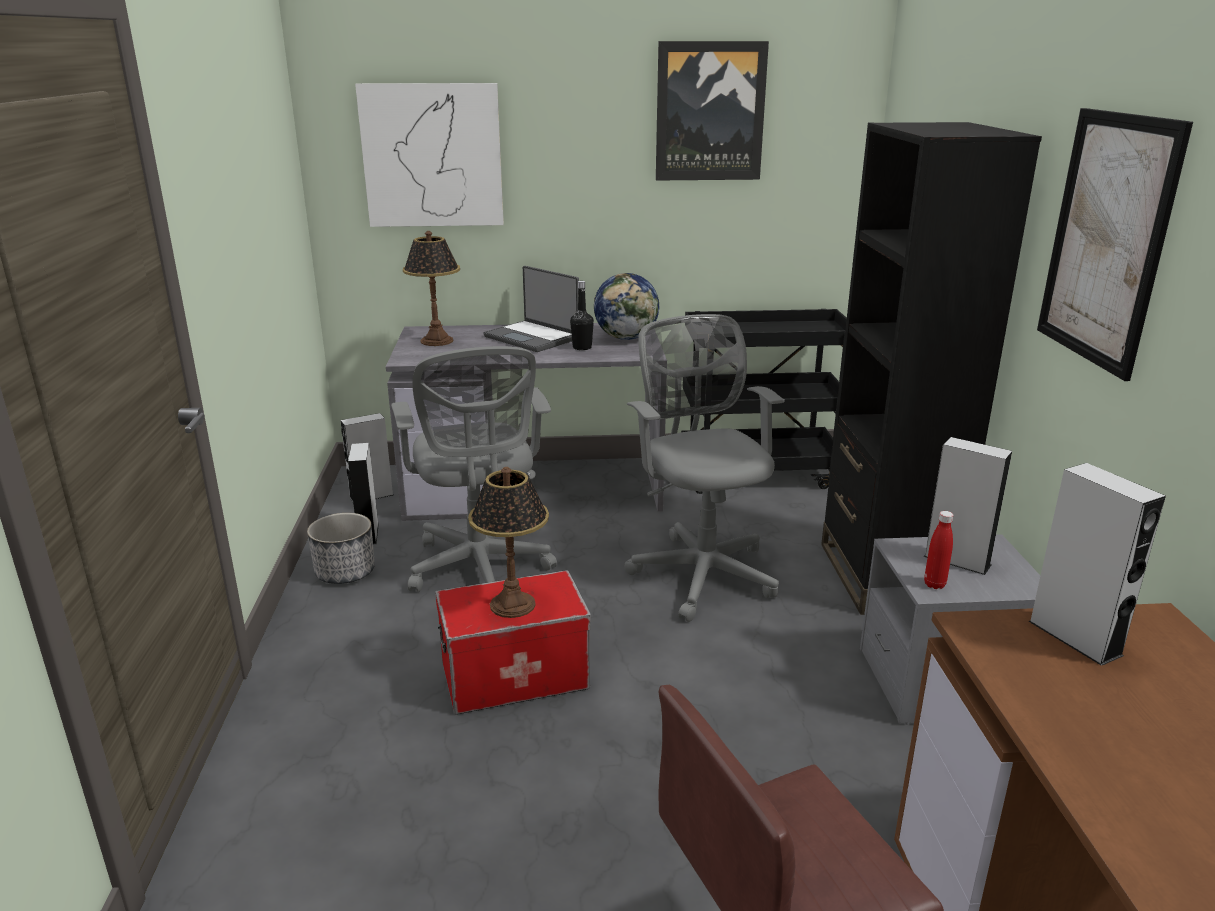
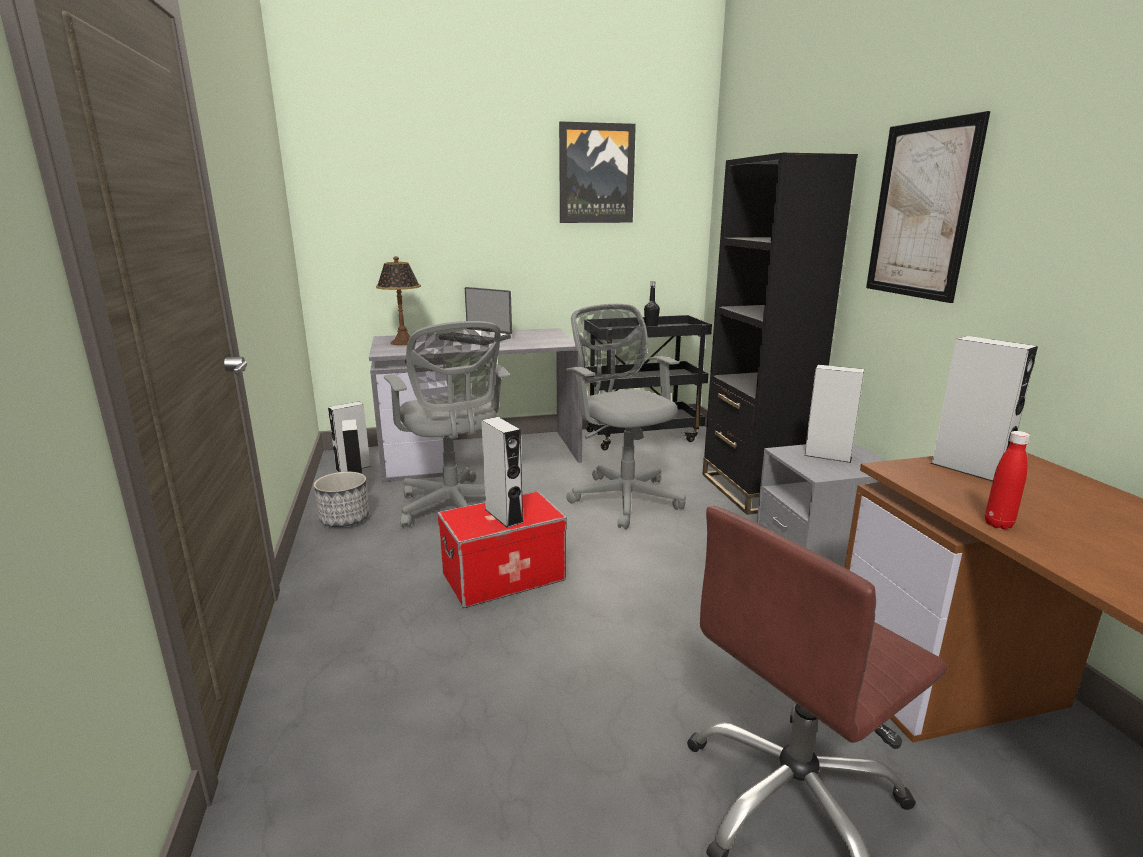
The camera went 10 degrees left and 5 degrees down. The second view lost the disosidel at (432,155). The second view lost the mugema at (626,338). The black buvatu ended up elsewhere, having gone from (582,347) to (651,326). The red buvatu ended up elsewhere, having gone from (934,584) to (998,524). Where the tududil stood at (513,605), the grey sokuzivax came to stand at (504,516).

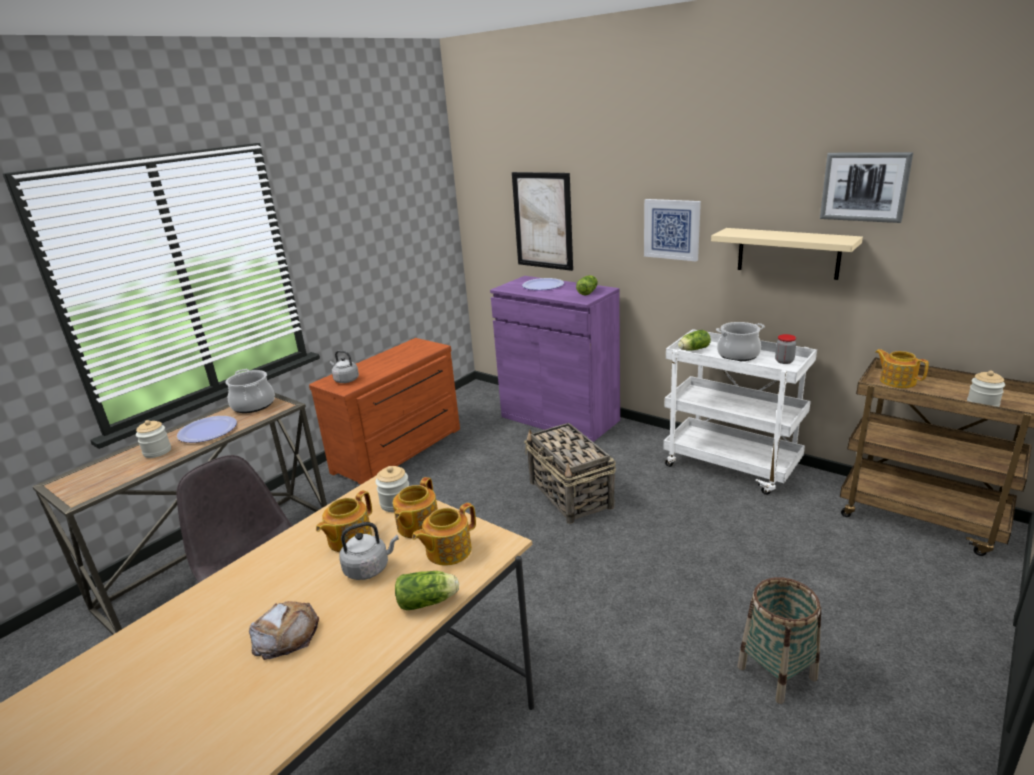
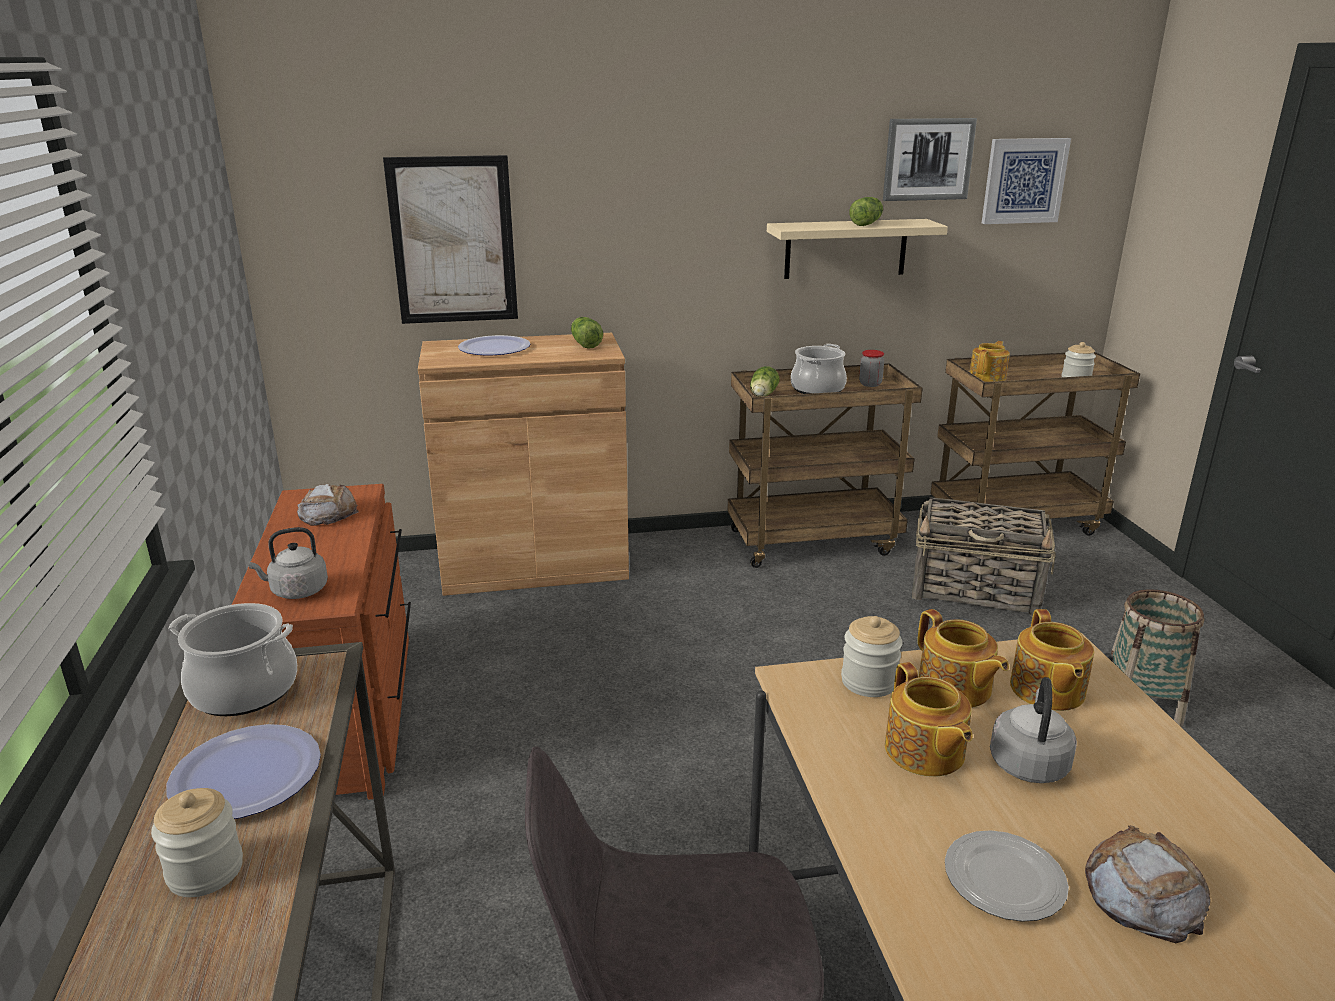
The camera went 50 degrees left and 0 degrees up. The second view gained the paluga at (328,513). The second view gained the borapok at (1005,880). The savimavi ended up elsewhere, having gone from (429,601) to (867,223). The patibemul ended up elsewhere, having gone from (571,495) to (976,590). The disosidel ended up elsewhere, having gone from (672,229) to (1024,181). What was the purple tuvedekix at (559,418) turned into the brown tuvedekix at (534,565). What was the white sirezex at (732,466) turned into the brown sirezex at (813,541). The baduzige at (897,381) ended up facing another way, 120 degrees clockwise from before.

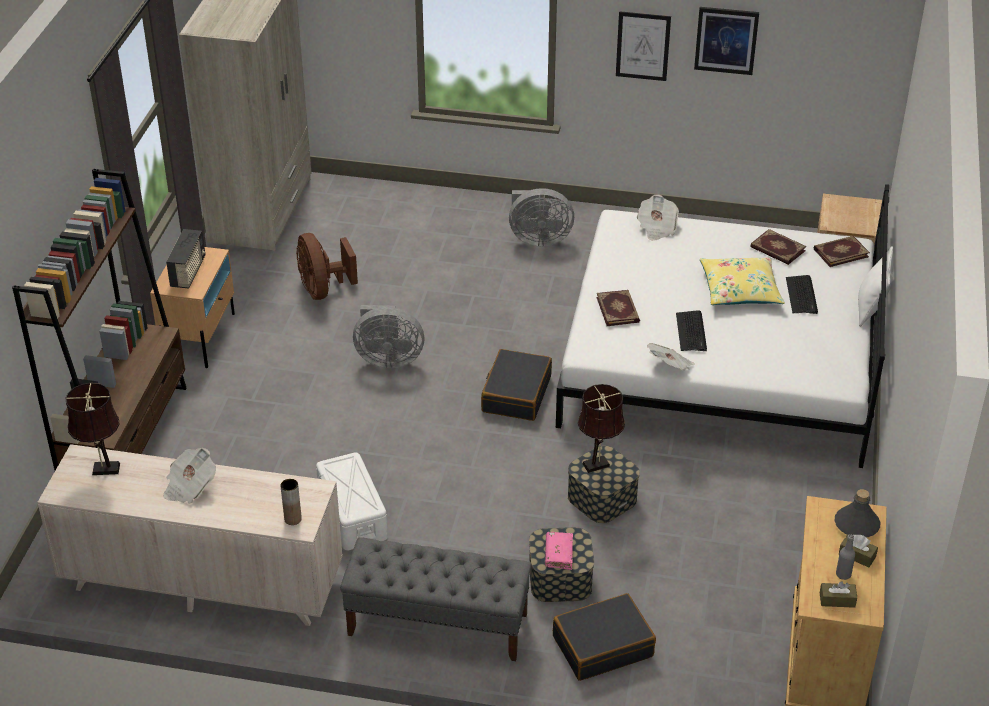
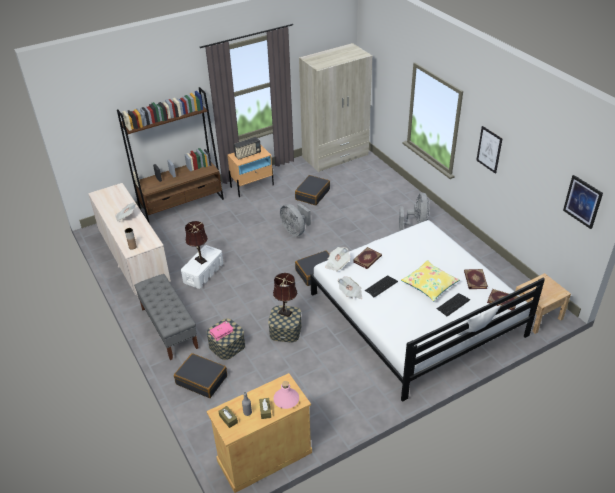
The camera went 50 degrees right and 0 degrees up. The brown tududil ended up elsewhere, having gone from (103,469) to (200,259). The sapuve ended up elsewhere, having gone from (657,228) to (337,264). The disosidel ended up elsewhere, having gone from (726,40) to (582,201). Where the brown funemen stood at (323,289), the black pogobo came to stand at (312,194). What was the grey buvatu at (856,525) turned into the pink buvatu at (286,400). The grey funemen at (538,239) ended up facing another way, 135 degrees counterclockwise from before.

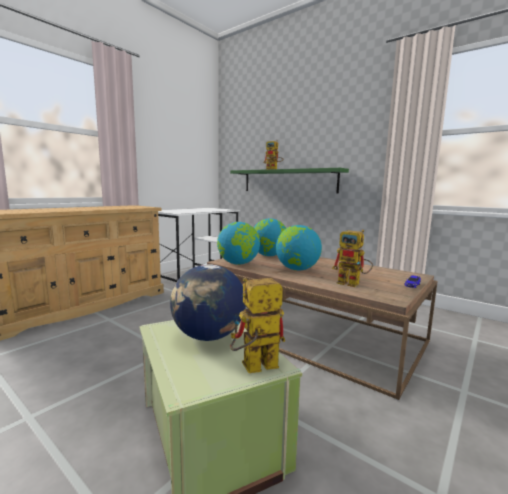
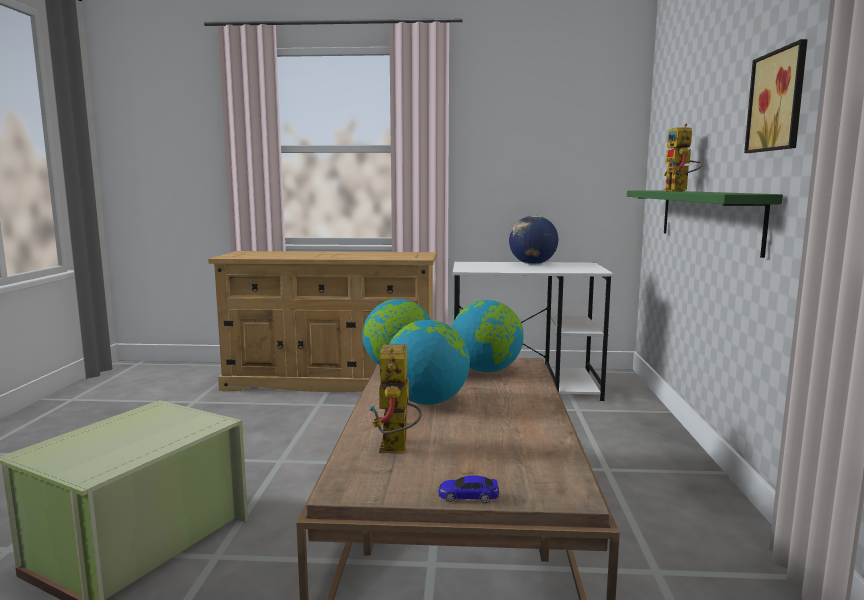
The camera went 55 degrees right and 0 degrees up. The second view lost the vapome at (253,369). The second view gained the disosidel at (780,101). The mugema ended up elsewhere, having gone from (208,336) to (532,264).

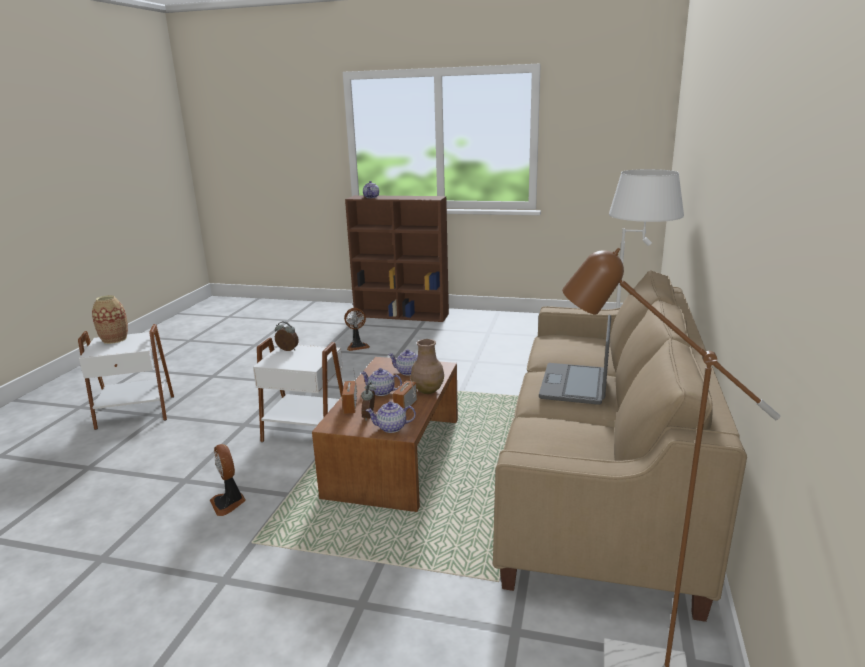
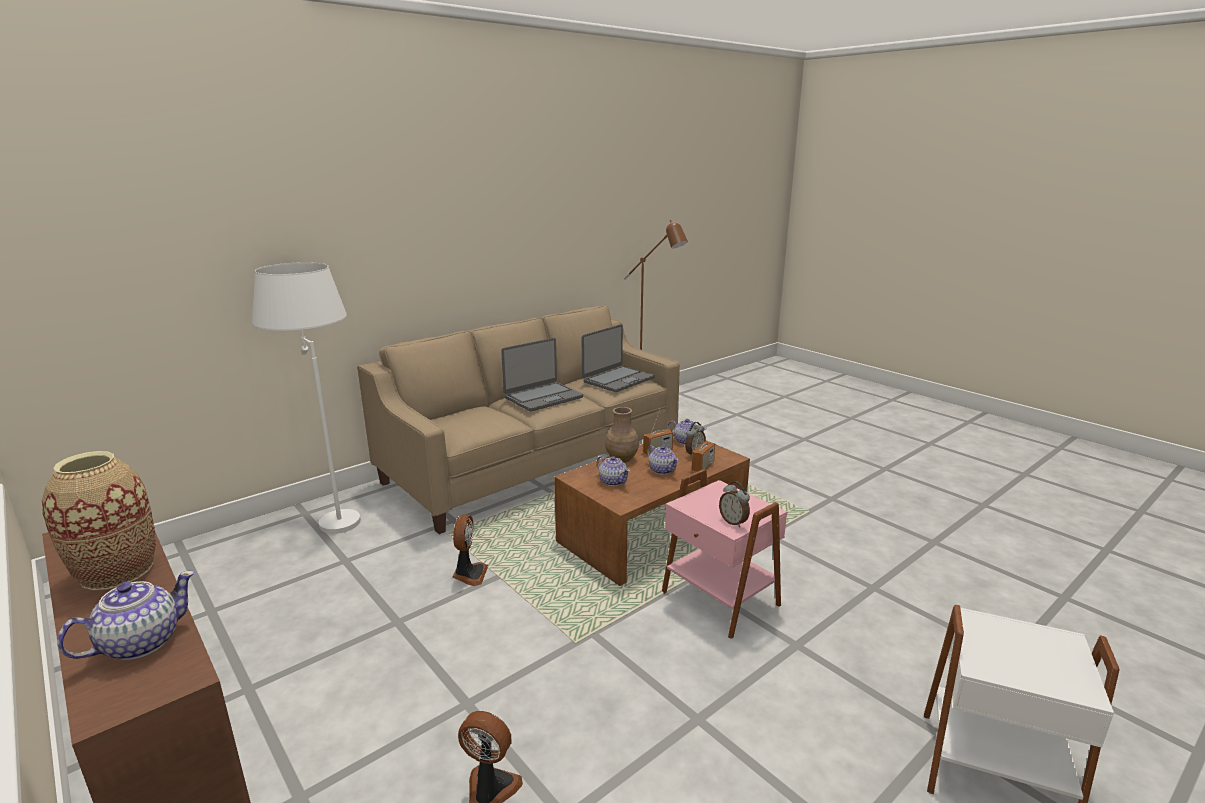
The camera went 145 degrees left and 0 degrees up. The second view gained the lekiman at (617,380). The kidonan ended up elsewhere, having gone from (114,339) to (117,571). The funemen ended up elsewhere, having gone from (229,503) to (469,574). What was the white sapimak at (306,429) turned into the pink sapimak at (719,599).

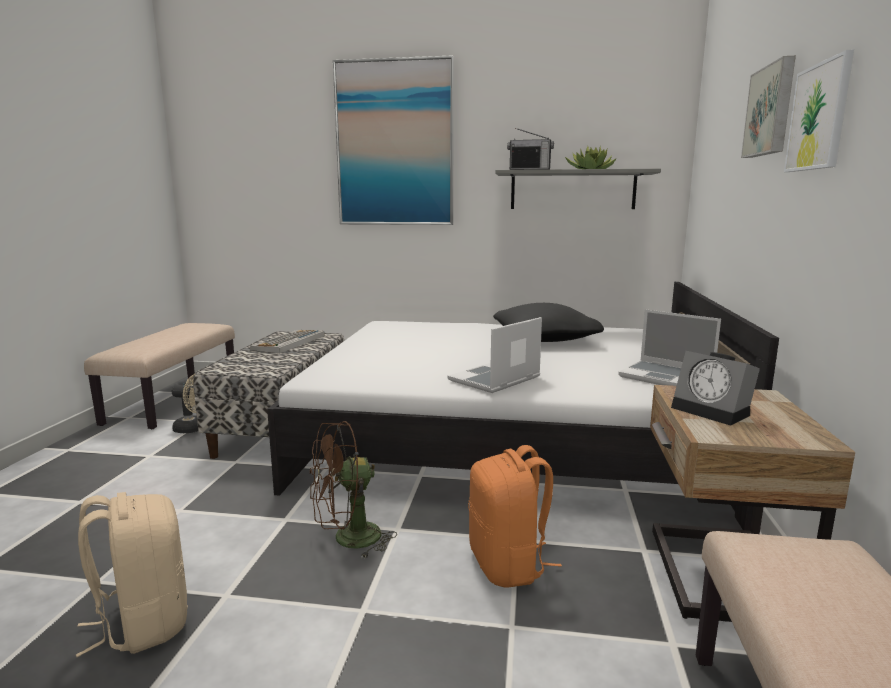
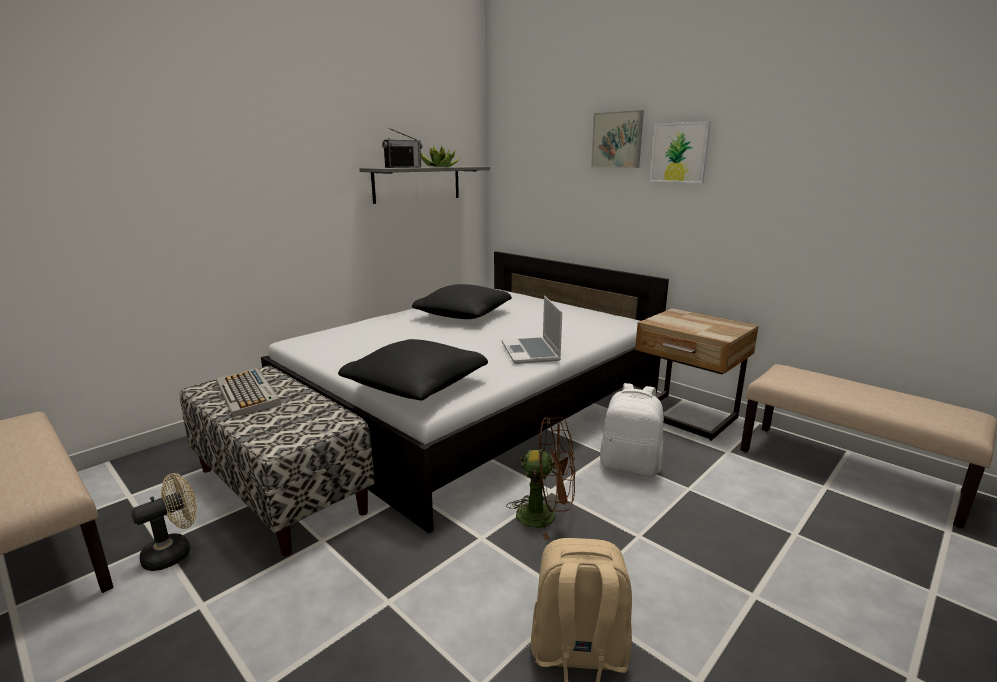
The camera went 55 degrees left and 5 degrees up. The second view lost the disosidel at (394,144). The second view lost the lekiman at (667,377). The second view lost the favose at (714,411). The second view gained the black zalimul at (416,385). What was the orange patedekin at (508,565) turned into the white patedekin at (630,466). The brown funemen at (348,540) ended up facing another way, 90 degrees counterclockwise from before.

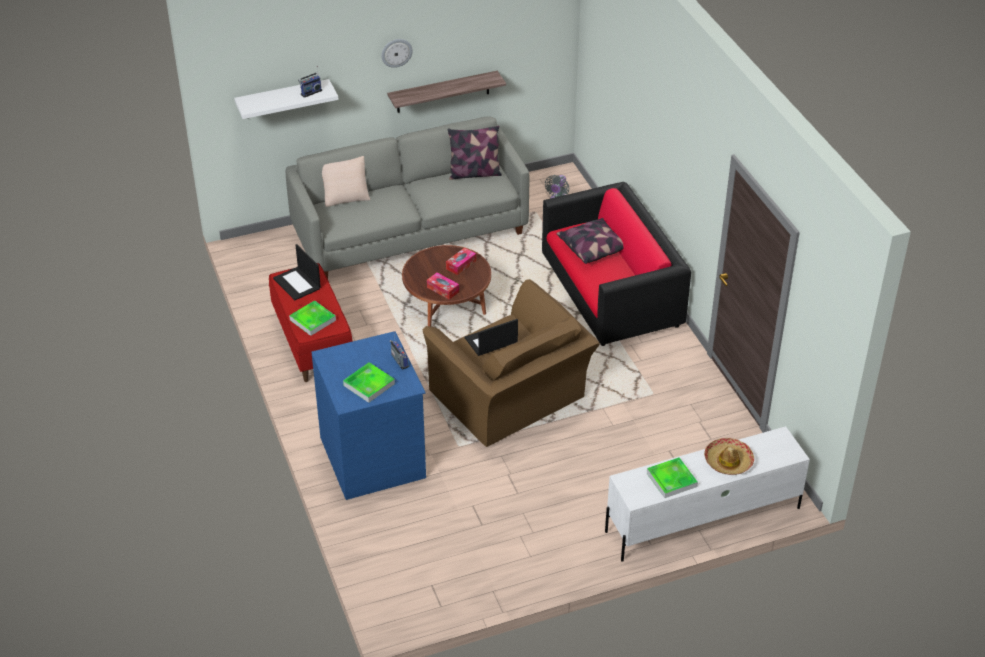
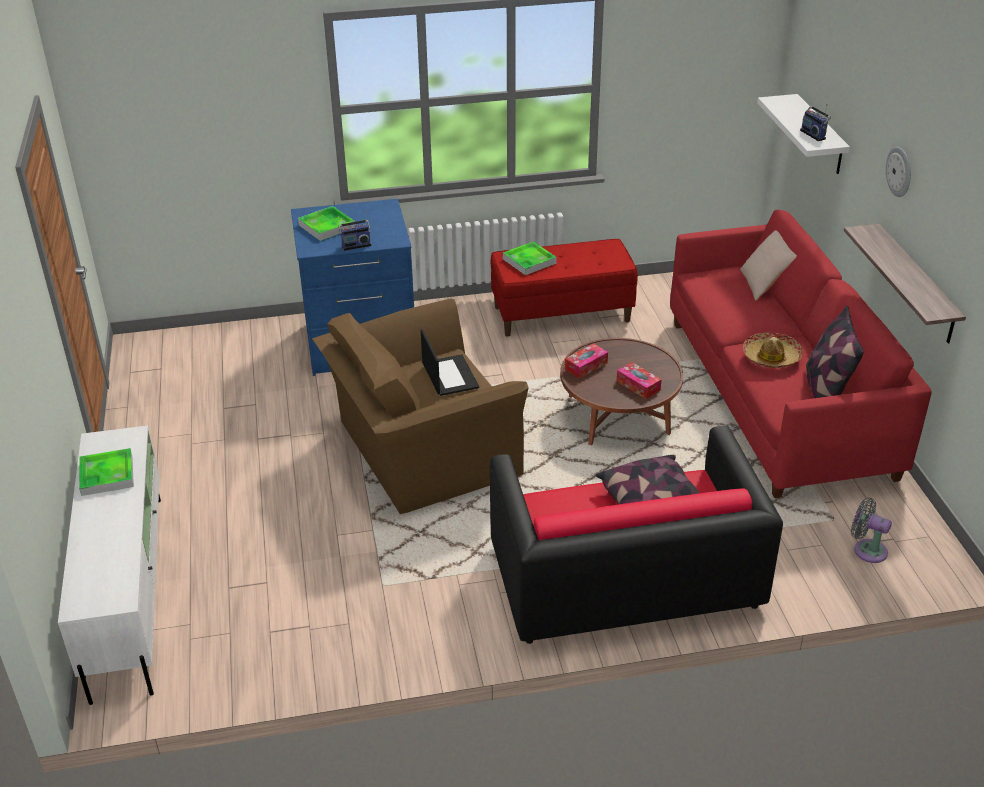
The camera went 100 degrees right and 5 degrees down. The second view lost the lekiman at (297,283). The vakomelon ended up elsewhere, having gone from (728,461) to (771,357). What was the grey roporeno at (410,231) turned into the red roporeno at (777,396).

